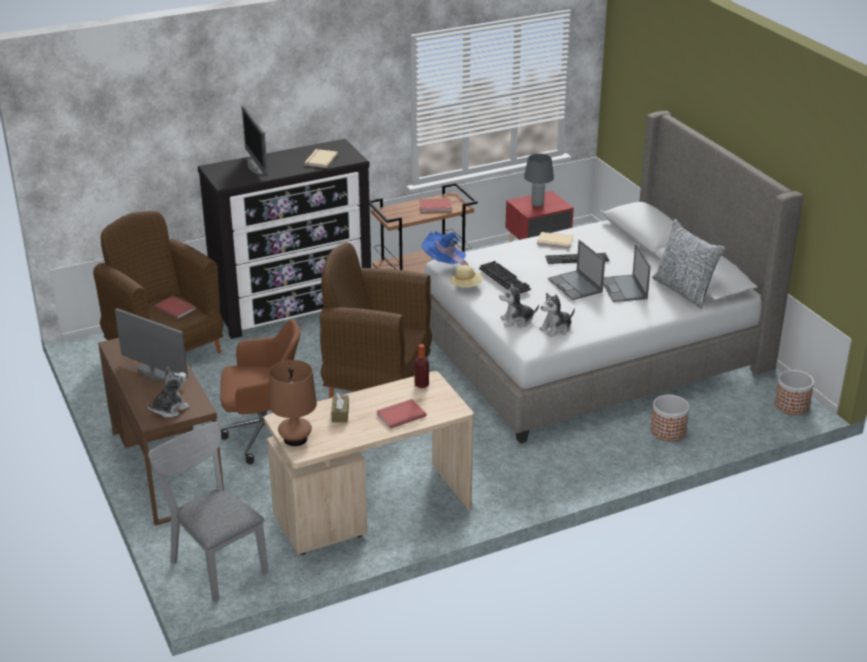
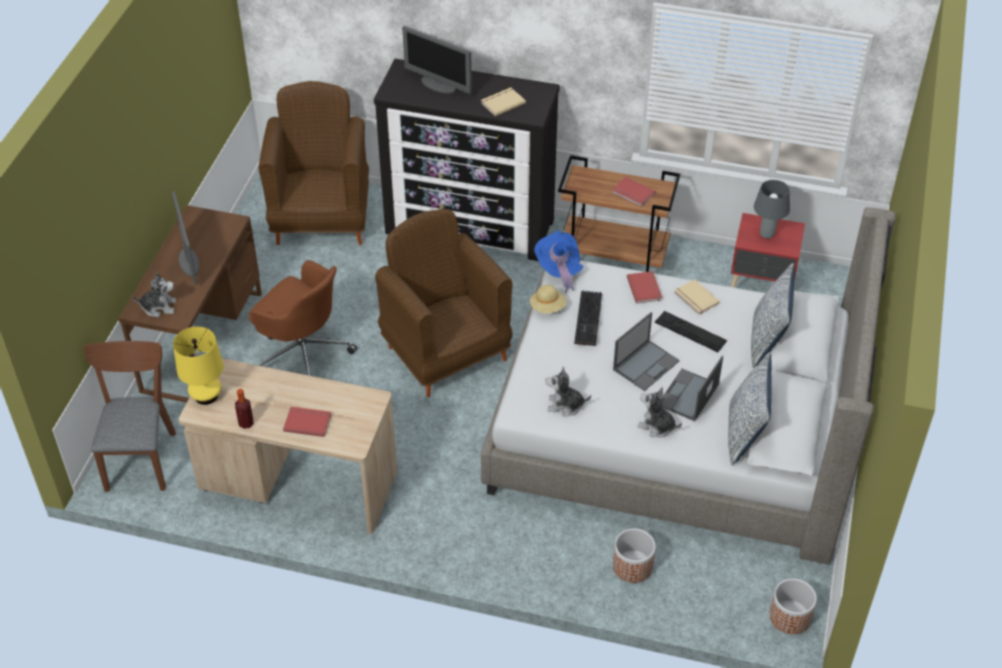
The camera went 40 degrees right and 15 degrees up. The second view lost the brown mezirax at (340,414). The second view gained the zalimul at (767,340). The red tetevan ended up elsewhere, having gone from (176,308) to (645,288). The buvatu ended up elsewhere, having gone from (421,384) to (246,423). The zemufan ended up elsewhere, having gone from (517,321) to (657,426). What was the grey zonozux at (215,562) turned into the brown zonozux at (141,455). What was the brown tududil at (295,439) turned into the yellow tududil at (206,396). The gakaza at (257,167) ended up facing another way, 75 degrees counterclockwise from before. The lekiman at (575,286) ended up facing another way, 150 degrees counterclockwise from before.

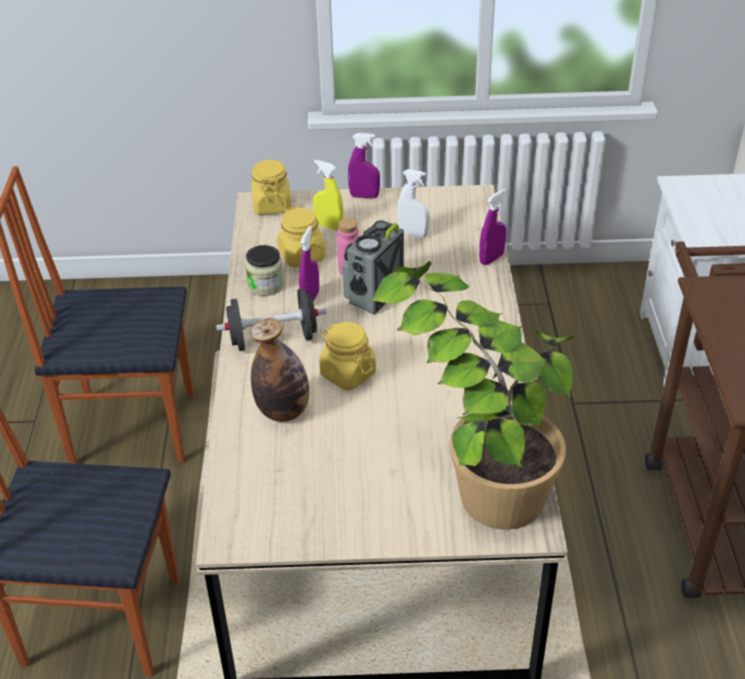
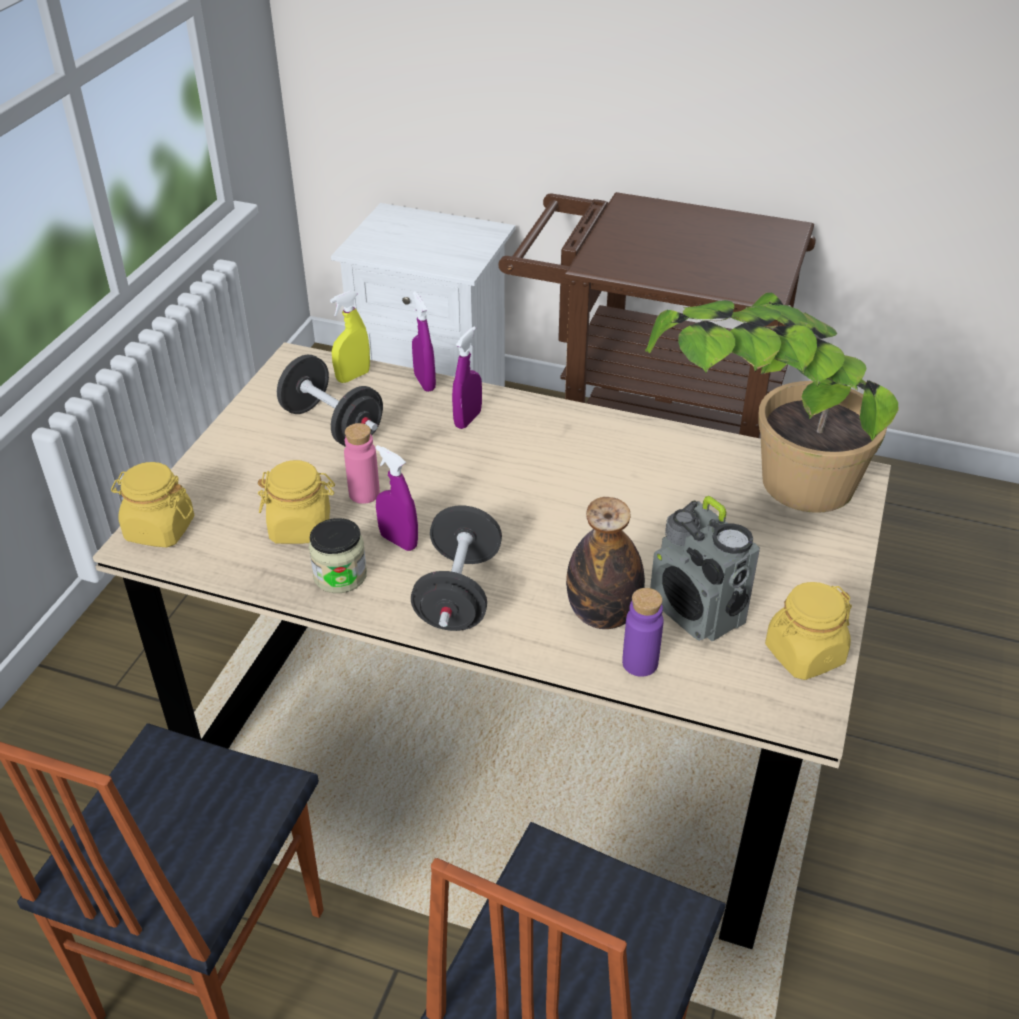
The camera went 70 degrees left and 0 degrees up. The second view gained the purple buvatu at (640,663). The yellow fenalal ended up elsewhere, having gone from (329,226) to (353,376). The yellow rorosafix ended up elsewhere, having gone from (347,374) to (804,654). The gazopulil ended up elsewhere, having gone from (373,295) to (697,612). The purple fenalal ended up elsewhere, having gone from (364,196) to (468,419). Where the white fenalal stood at (413,234), the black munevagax came to stand at (332,425).

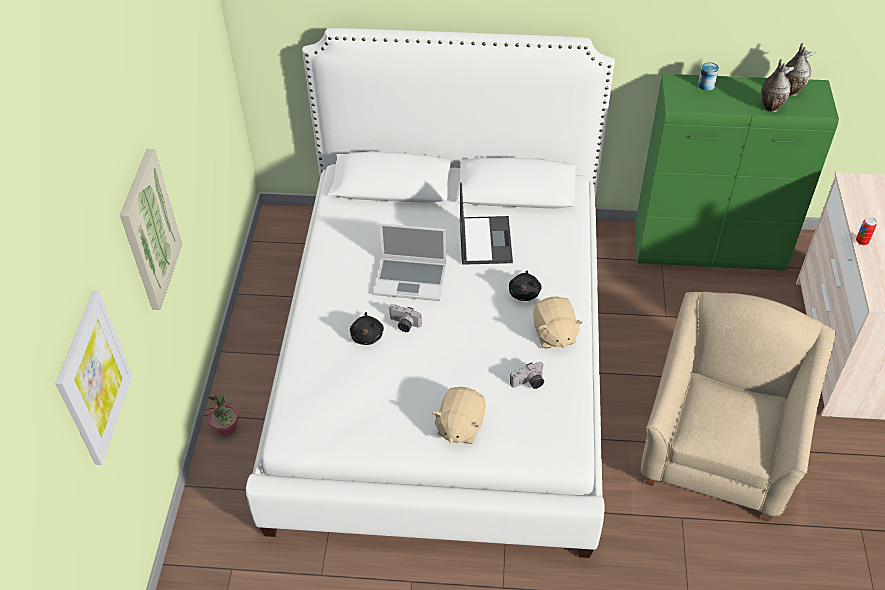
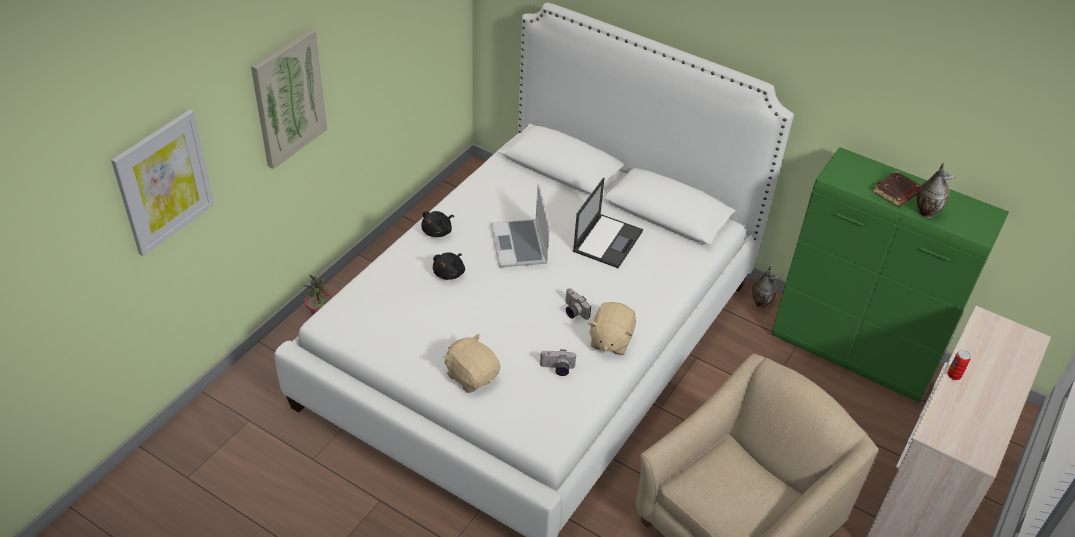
The camera went 25 degrees right and 5 degrees down. The second view lost the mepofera at (706,85). The second view gained the brown tetevan at (896,193). The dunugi ended up elsewhere, having gone from (403,324) to (573,311). The black zemufan ended up elsewhere, having gone from (524,292) to (438,231). The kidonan ended up elsewhere, having gone from (790,91) to (760,303). The lekiman at (412,279) ended up facing another way, 45 degrees clockwise from before. The beige zemufan at (460,426) ended up facing another way, 90 degrees clockwise from before.

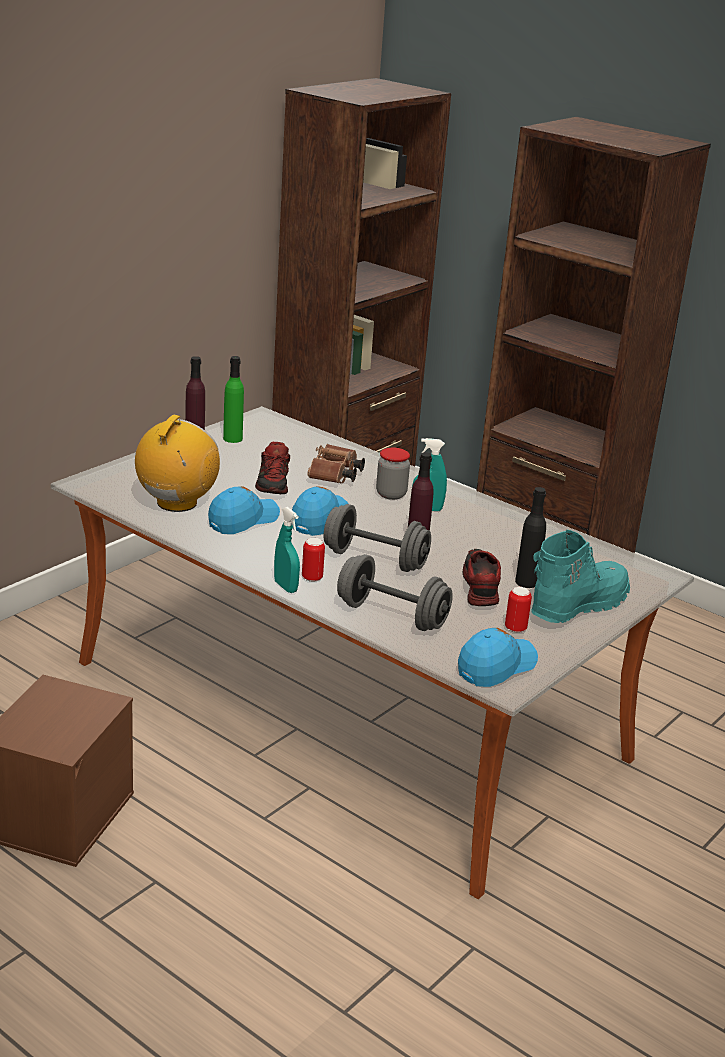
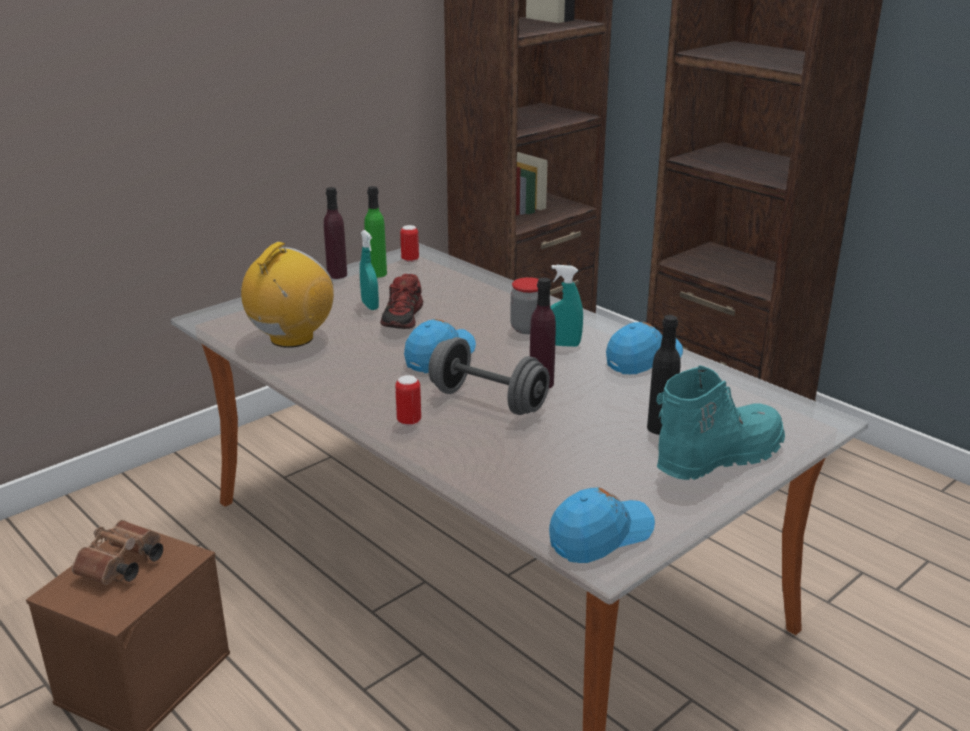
The camera went 10 degrees right and 0 degrees up. The second view lost the grey munevagax at (392,616). The second view lost the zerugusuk at (479,586). The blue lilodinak ended up elsewhere, having gone from (243,520) to (643,359). The turquoise fenalal ended up elsewhere, having gone from (285,587) to (370,306). The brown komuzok ended up elsewhere, having gone from (334,477) to (121,567). The mepofera ended up elsewhere, having gone from (515,628) to (410,260).

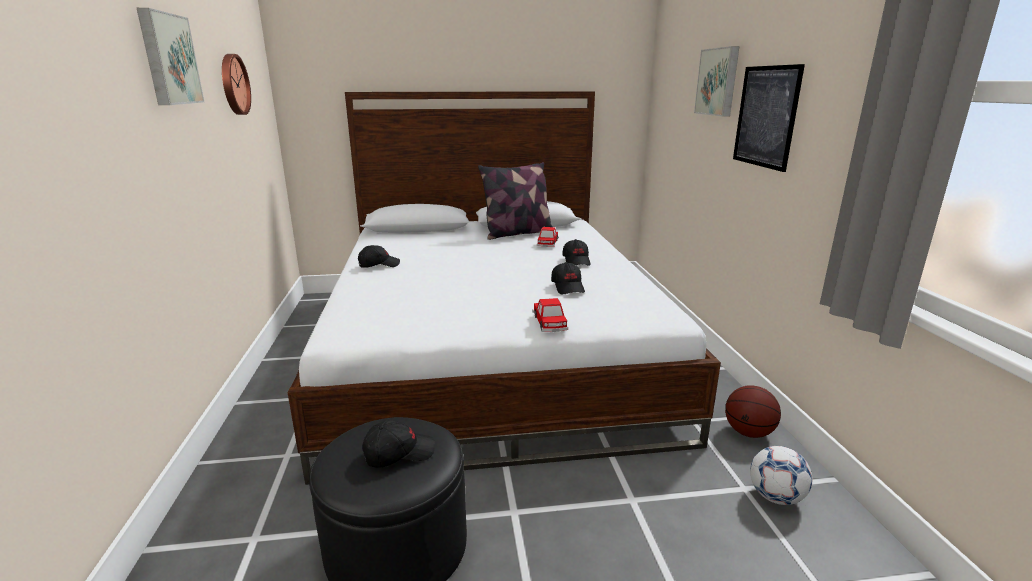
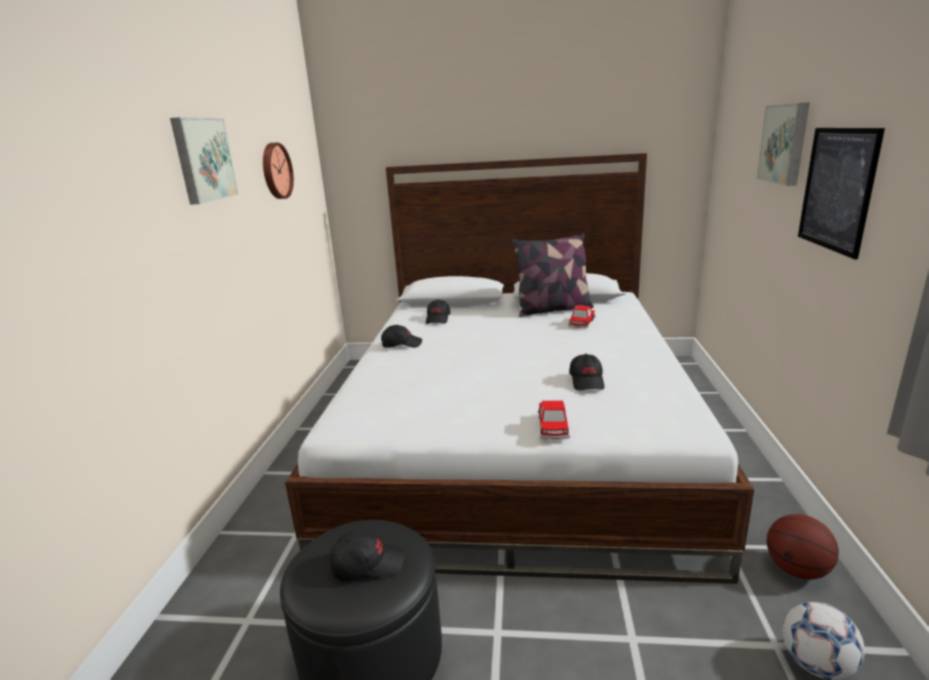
The camera went 15 degrees right and 0 degrees up. The black lilodinak ended up elsewhere, having gone from (576,261) to (438,319).

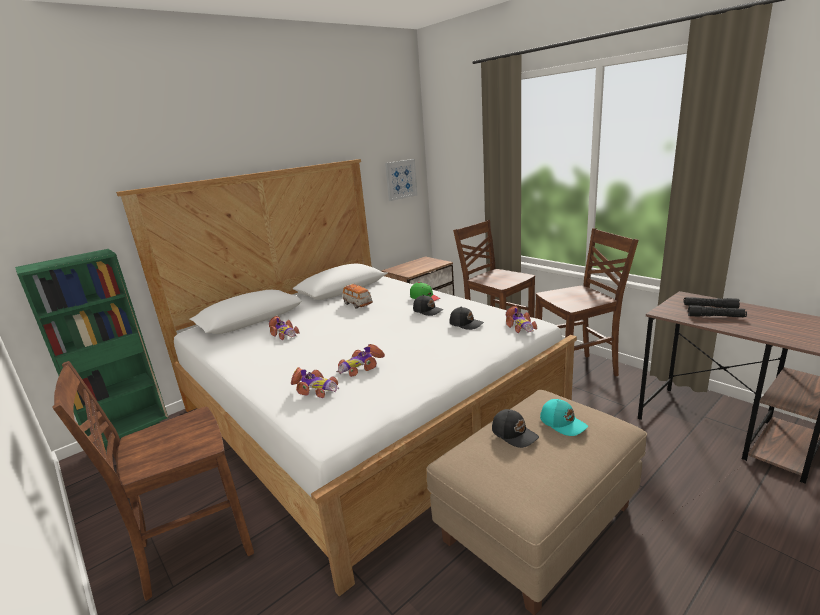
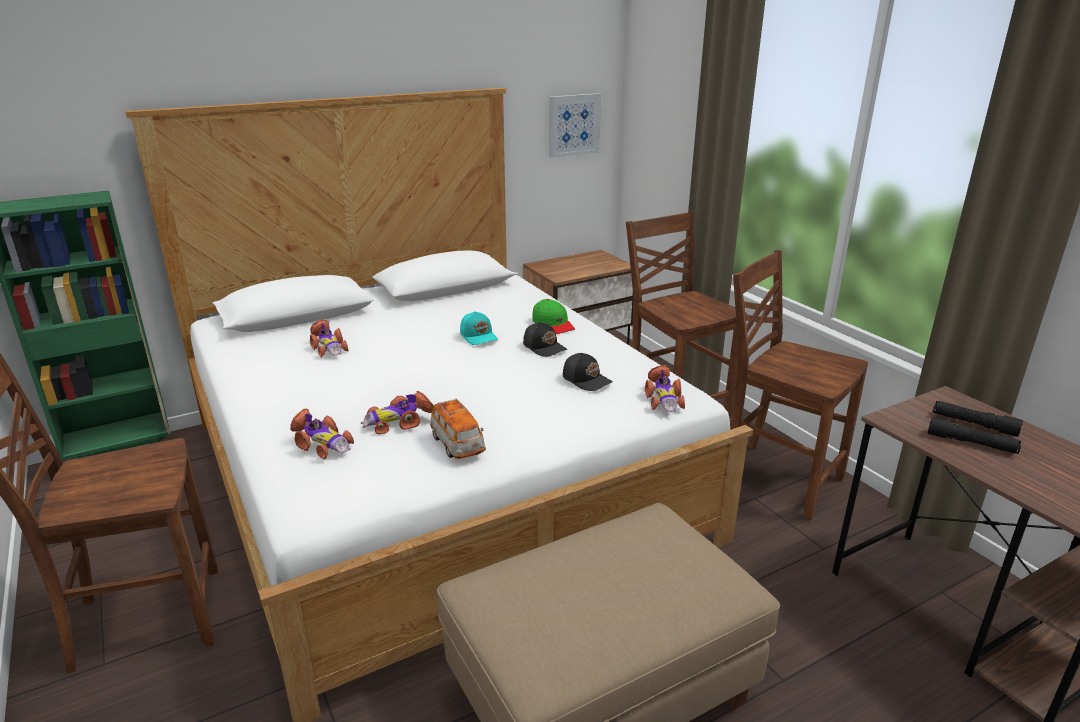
The camera went 10 degrees right and 5 degrees up. The second view lost the black lilodinak at (514,434). The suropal ended up elsewhere, having gone from (358,304) to (457,445). The turquoise lilodinak ended up elsewhere, having gone from (563,423) to (479,336). The brown zonozux at (577,371) ended up facing another way, 135 degrees counterclockwise from before.

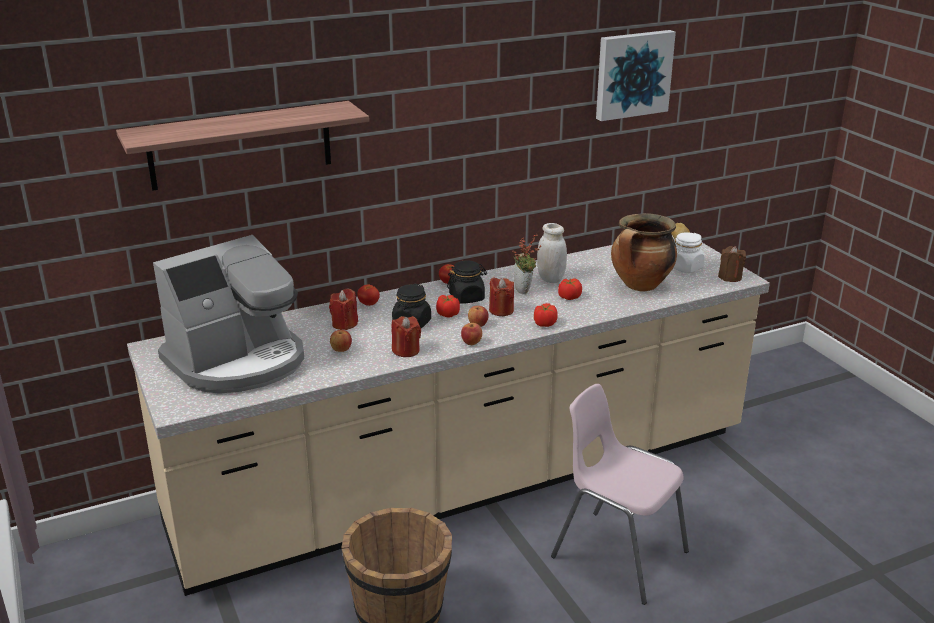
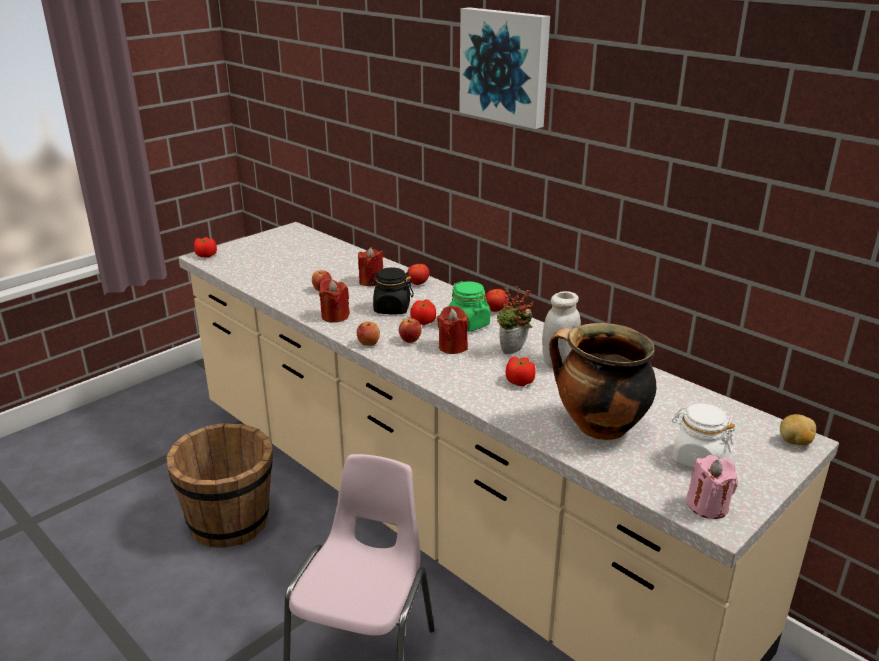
The camera went 70 degrees right and 0 degrees up. The second view lost the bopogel at (240,145). The second view lost the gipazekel at (238,361). The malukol ended up elsewhere, having gone from (544,324) to (206,255). The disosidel ended up elsewhere, having gone from (632,74) to (506,66). What was the black rorosafix at (467,297) turned into the green rorosafix at (468,324). What was the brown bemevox at (730,277) turned into the pink bemevox at (707,506).

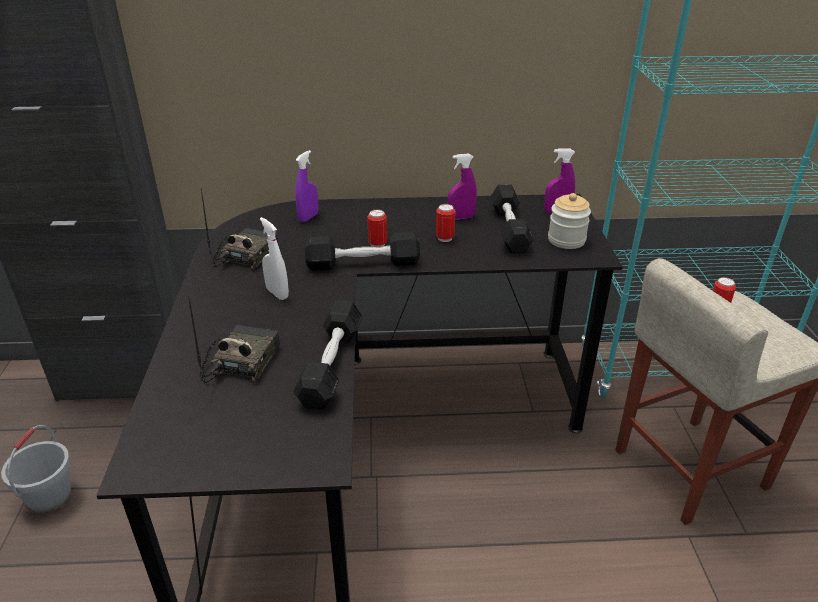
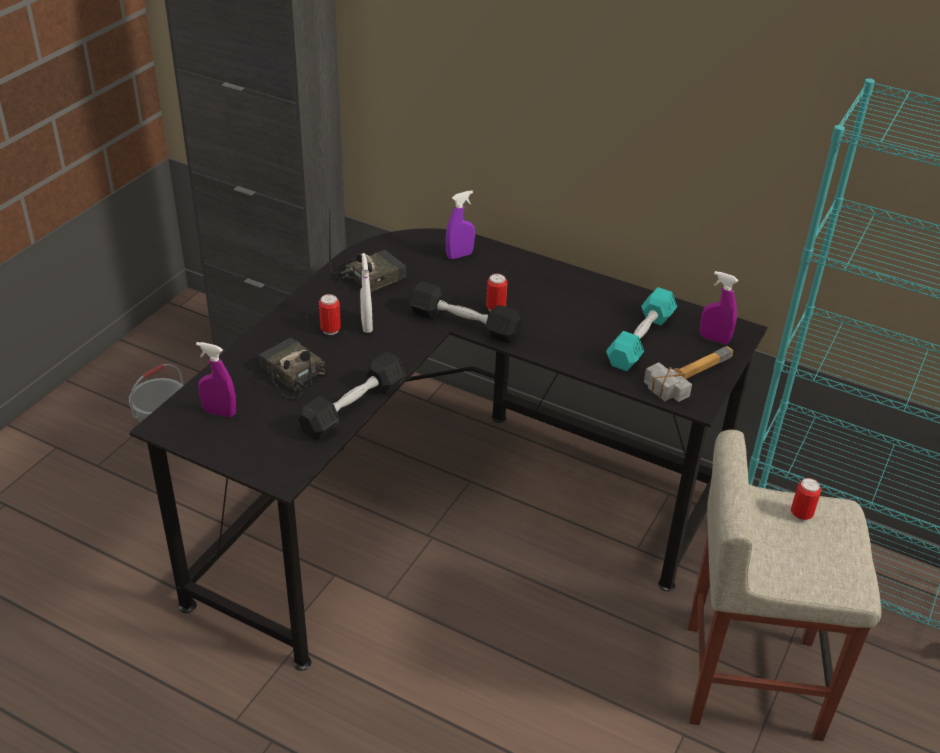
The camera went 30 degrees right and 5 degrees up. The mepofera ended up elsewhere, having gone from (445,238) to (330,330). The purple fenalal ended up elsewhere, having gone from (461,217) to (219,412). Where the rorosafix stood at (566,240), the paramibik came to stand at (685,374). What was the black munevagax at (509,229) turned into the turquoise munevagax at (640,340). The gazopulil at (241,362) ended up facing another way, 90 degrees counterclockwise from before.

